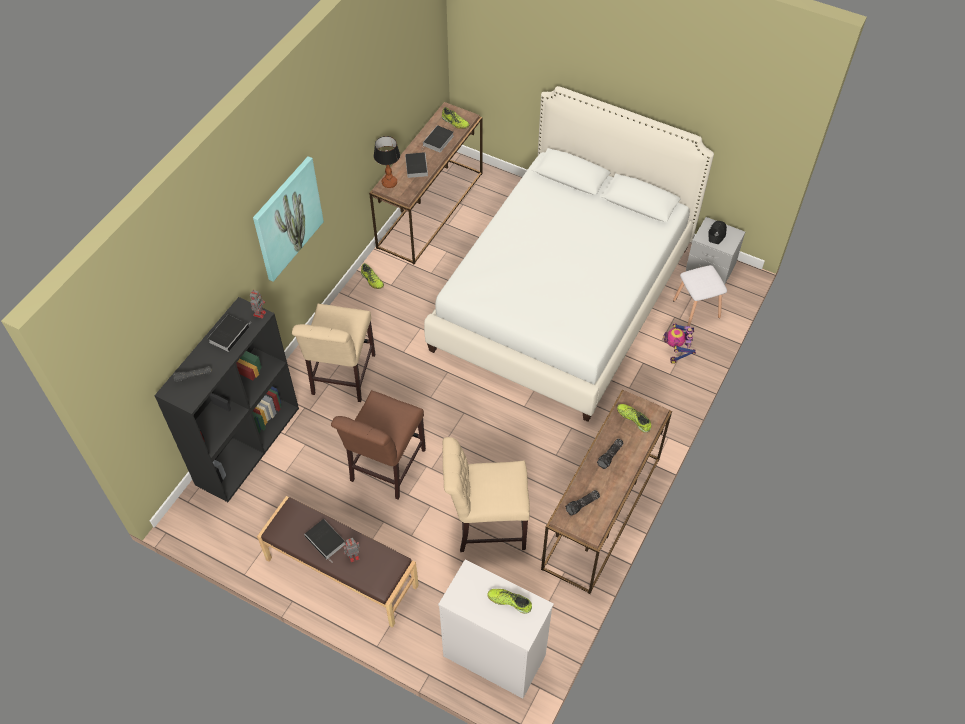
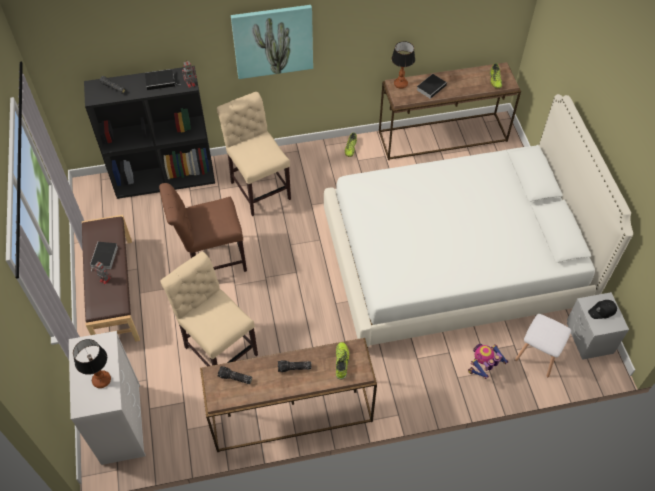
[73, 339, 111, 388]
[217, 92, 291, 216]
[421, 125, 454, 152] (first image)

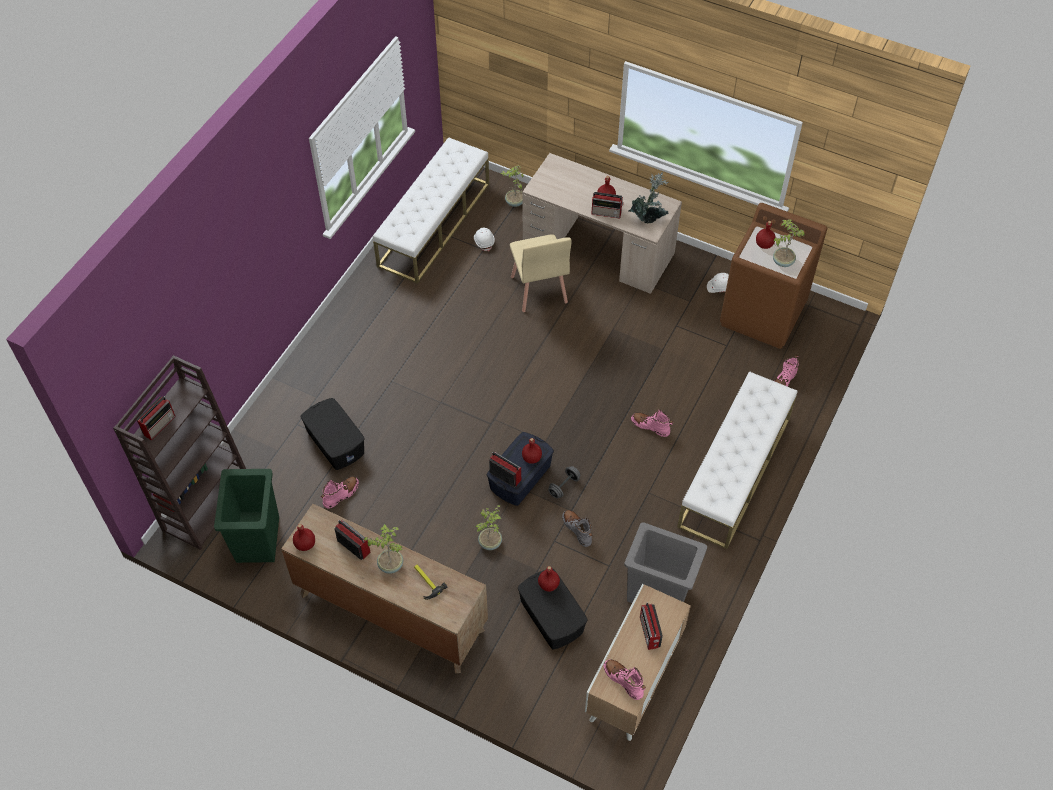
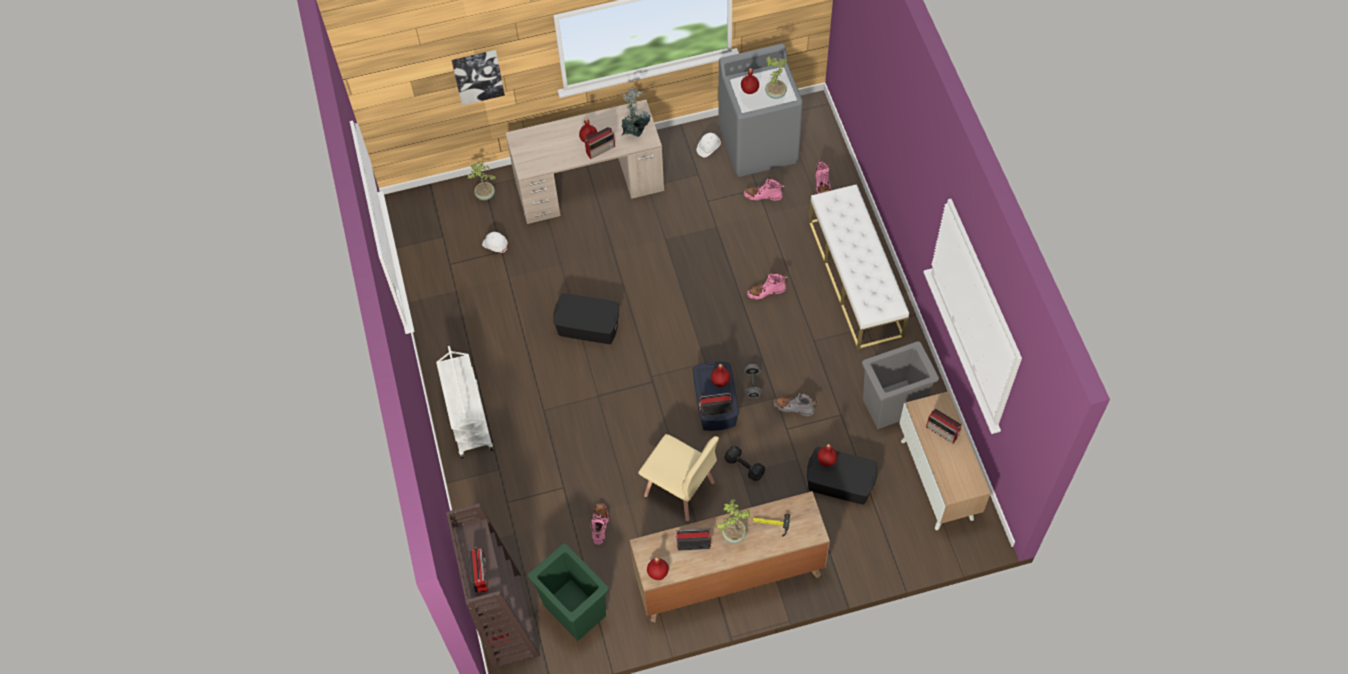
[436, 346, 493, 458]
[451, 50, 505, 105]
[553, 293, 619, 344]
[638, 434, 719, 521]
[718, 44, 803, 177]
[724, 446, 765, 481]
[744, 178, 784, 201]
[373, 137, 489, 284] (first image)

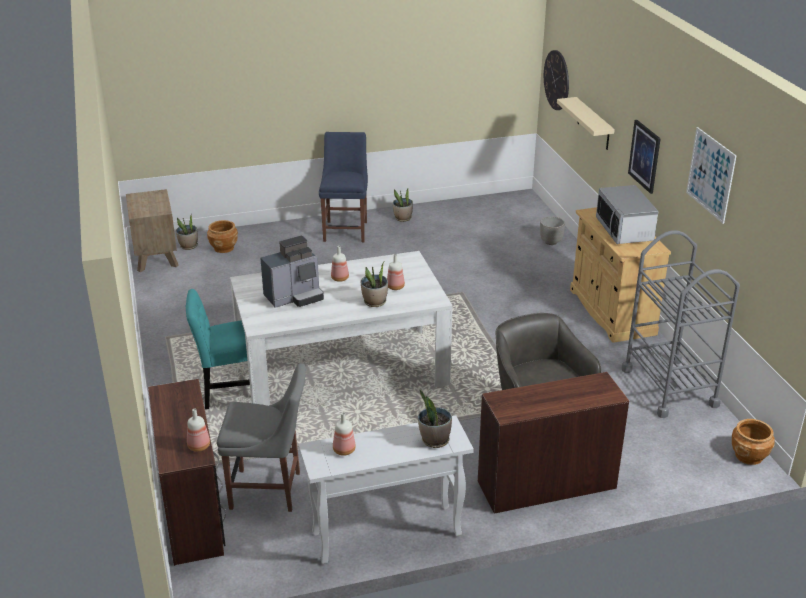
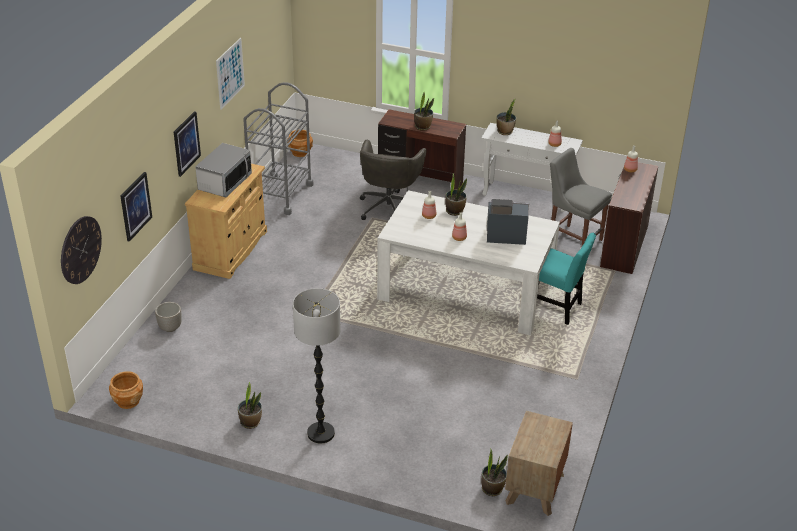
[109, 371, 143, 409]
[120, 172, 152, 242]
[293, 288, 341, 444]
[414, 92, 434, 131]

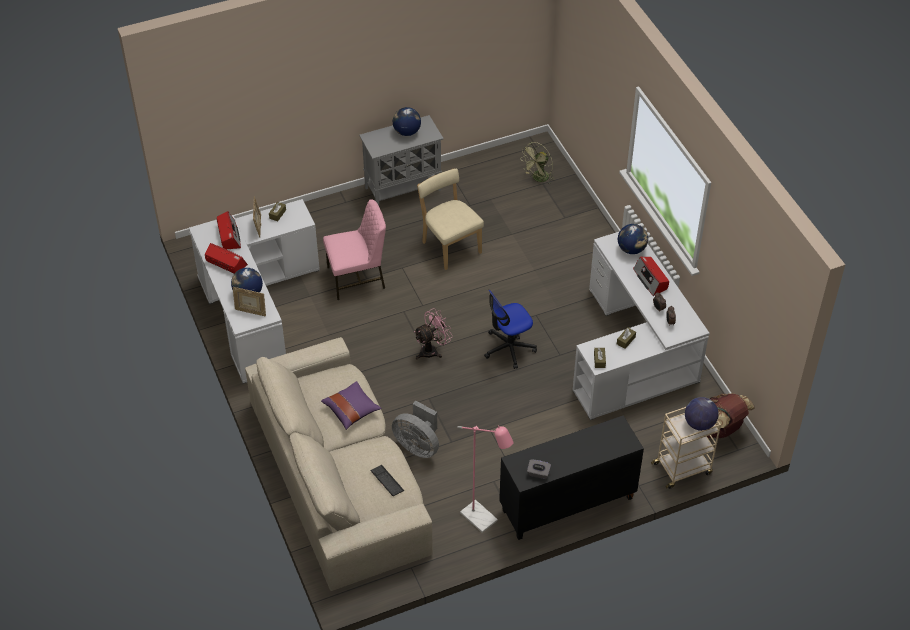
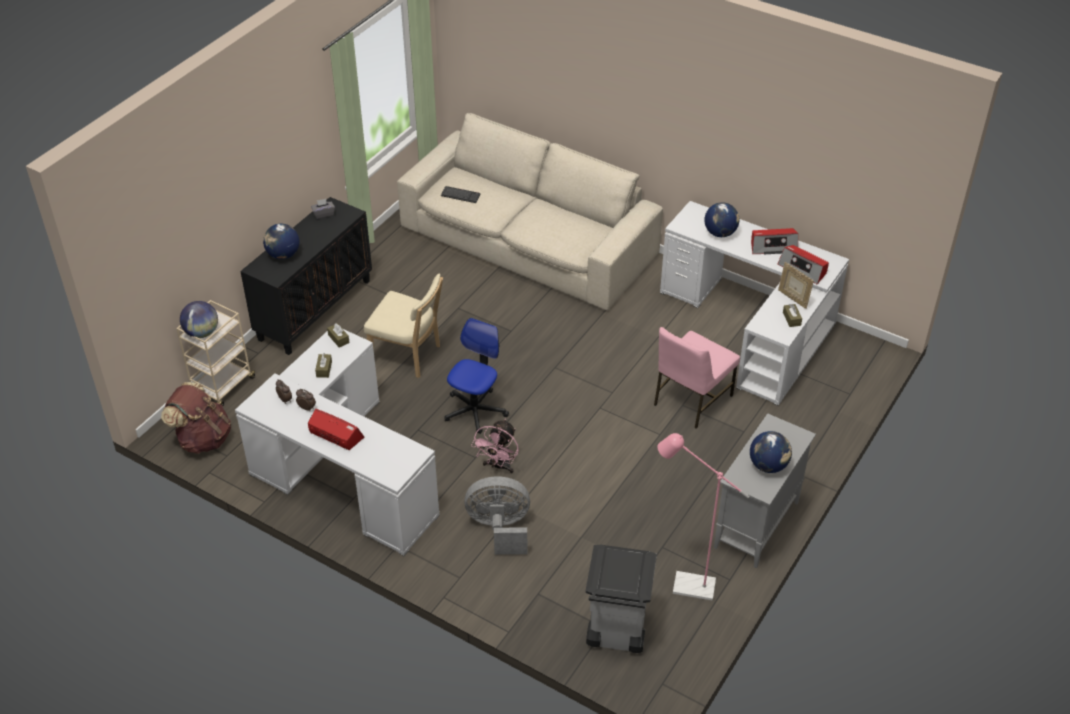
[263, 224, 299, 259]
[364, 274, 443, 378]
[464, 476, 530, 555]
[471, 419, 519, 473]
[585, 545, 657, 653]
[657, 433, 749, 601]
[232, 287, 266, 316] (first image)
[321, 381, 381, 430] (first image)

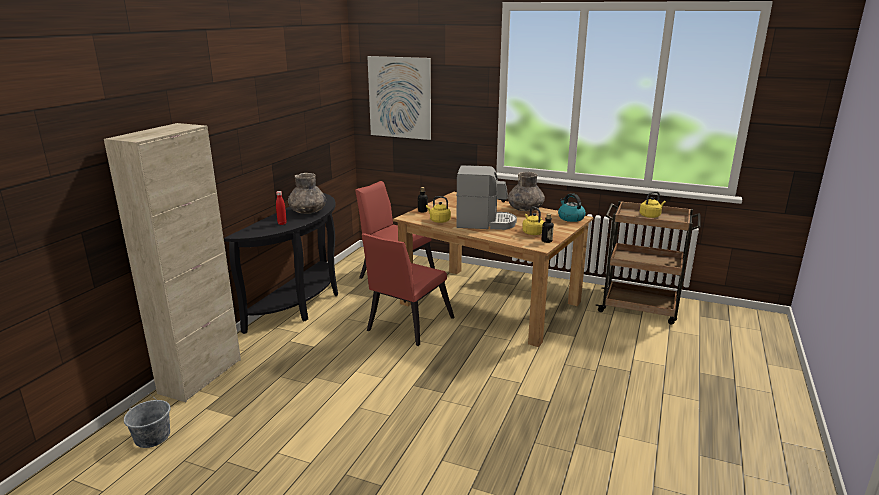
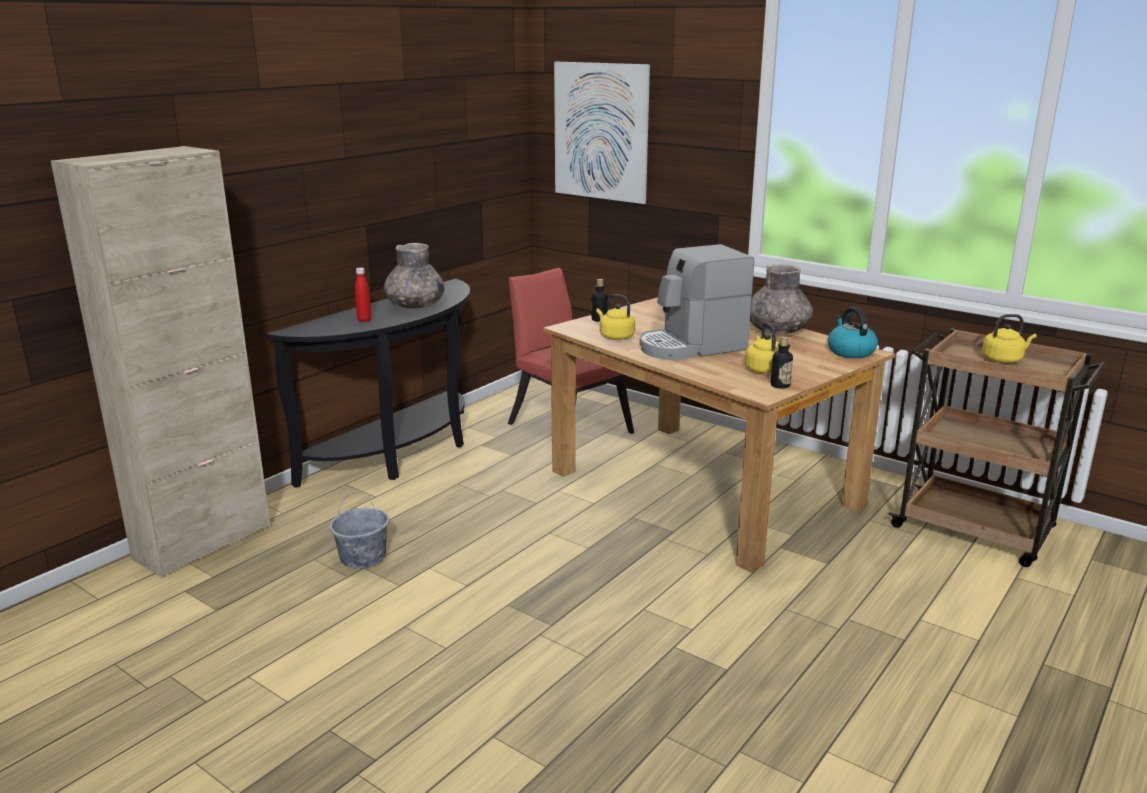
[330, 492, 389, 569]
[640, 244, 754, 360]
[362, 233, 455, 346] (first image)

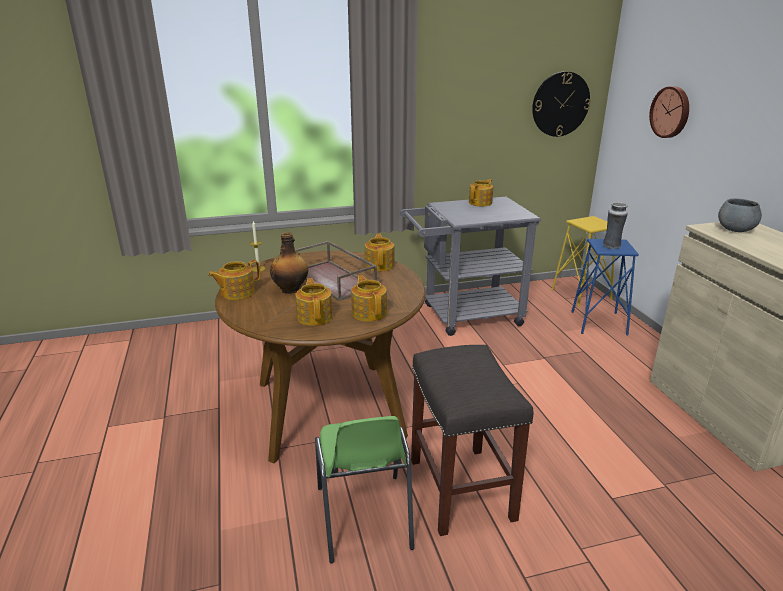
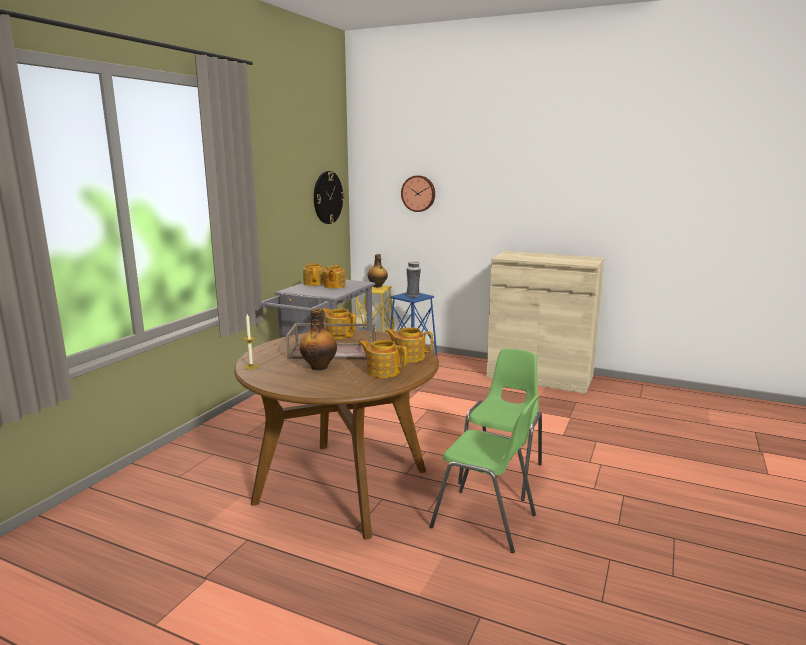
[323, 264, 346, 289]
[367, 254, 388, 287]
[458, 349, 542, 501]
[718, 198, 762, 232] (first image)

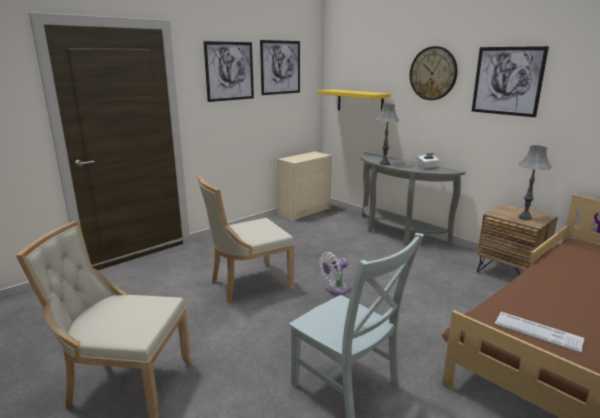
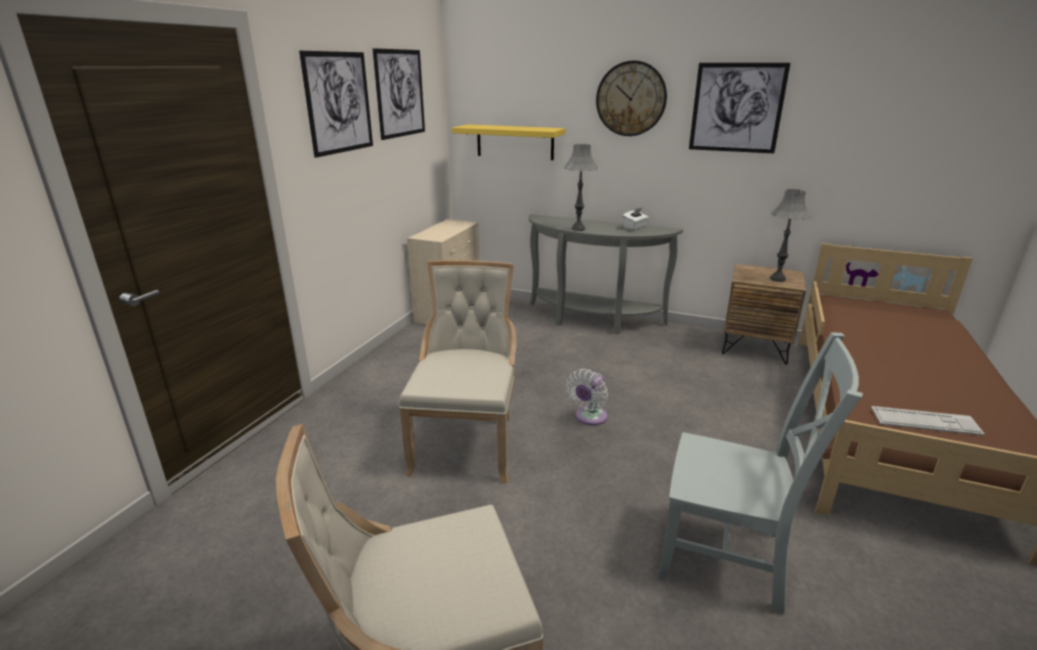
[399, 260, 517, 483]

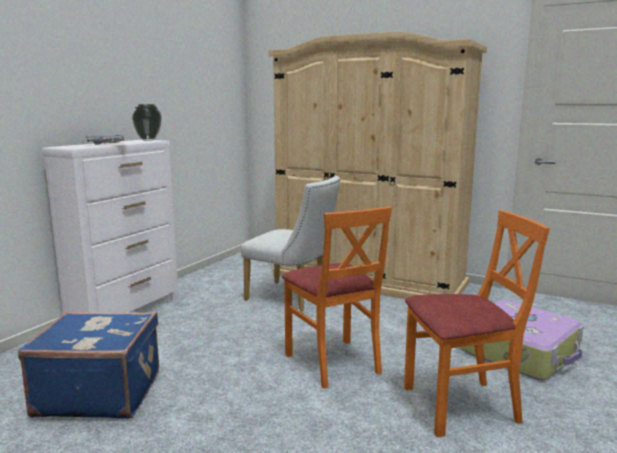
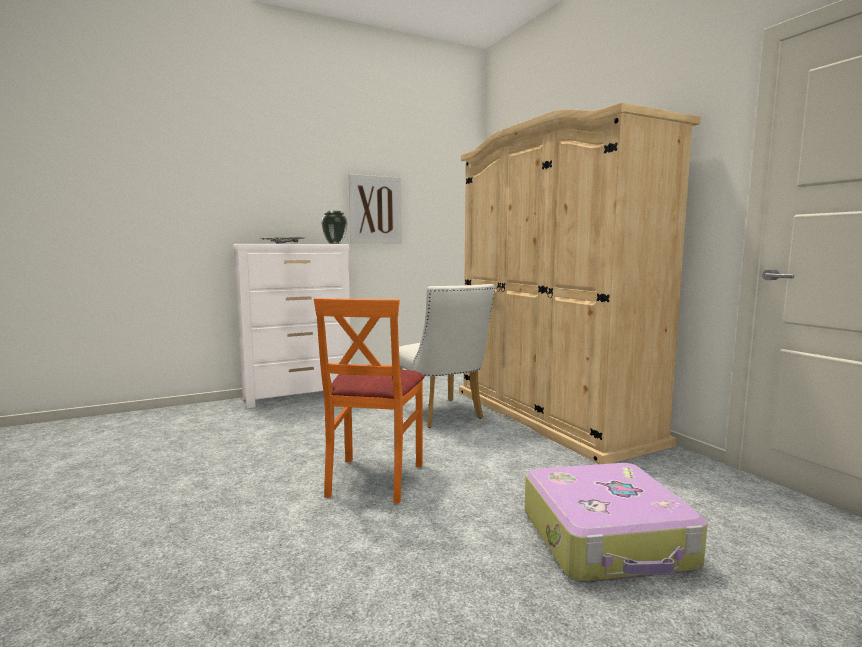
[349, 174, 402, 243]
[18, 312, 159, 419] (first image)
[404, 210, 550, 437] (first image)

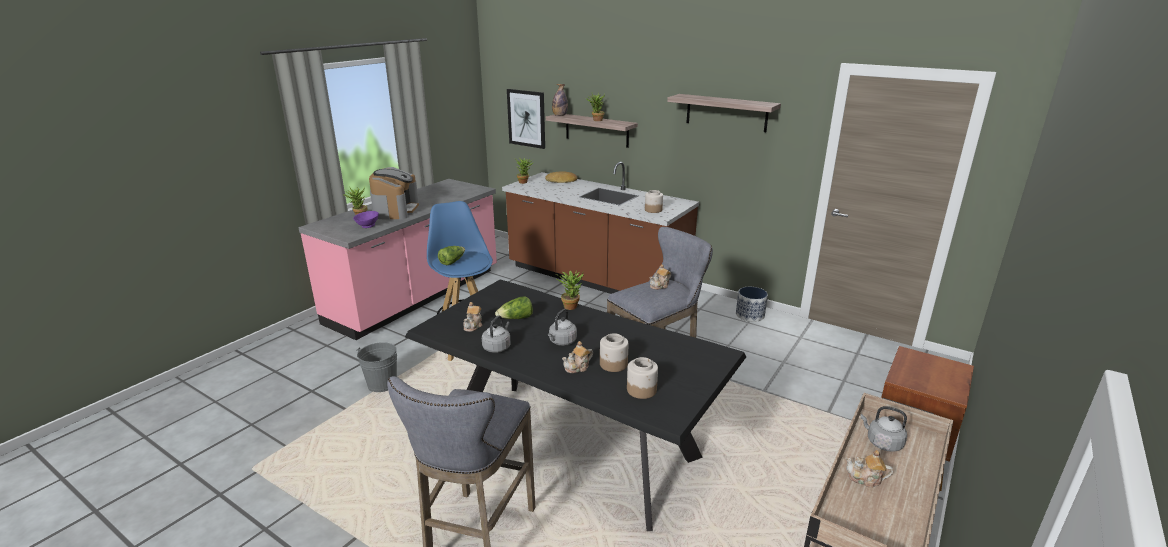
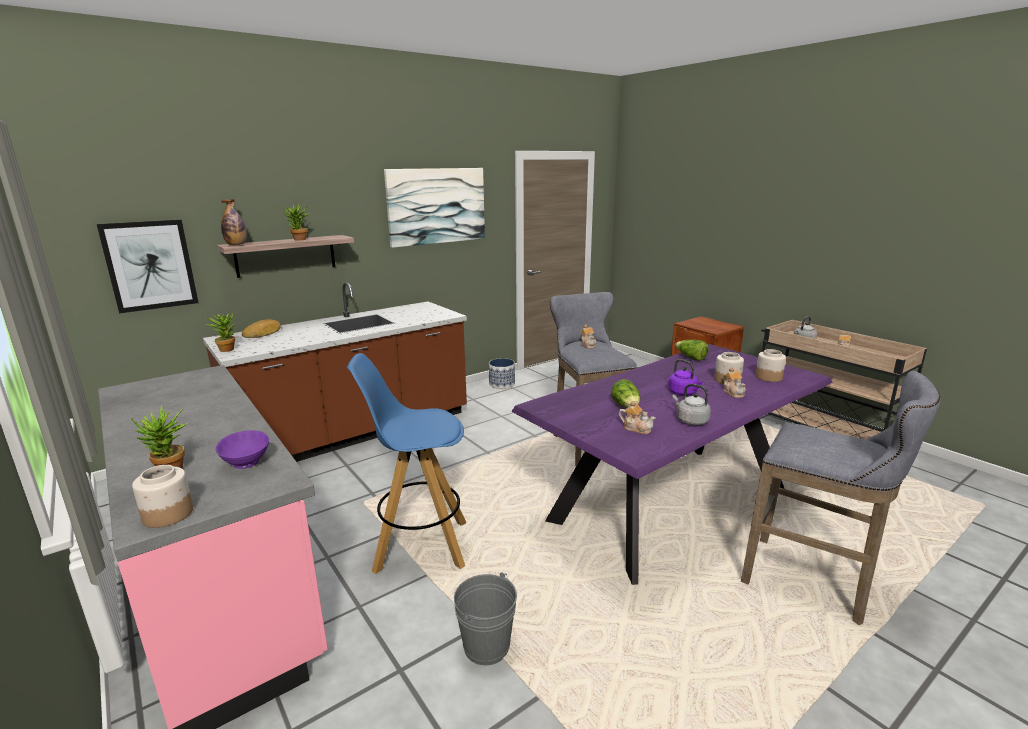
[132, 465, 193, 528]
[384, 168, 485, 248]
[512, 344, 833, 585]
[668, 359, 703, 395]
[675, 340, 709, 361]
[369, 167, 419, 219] (first image)
[556, 270, 584, 310] (first image)

